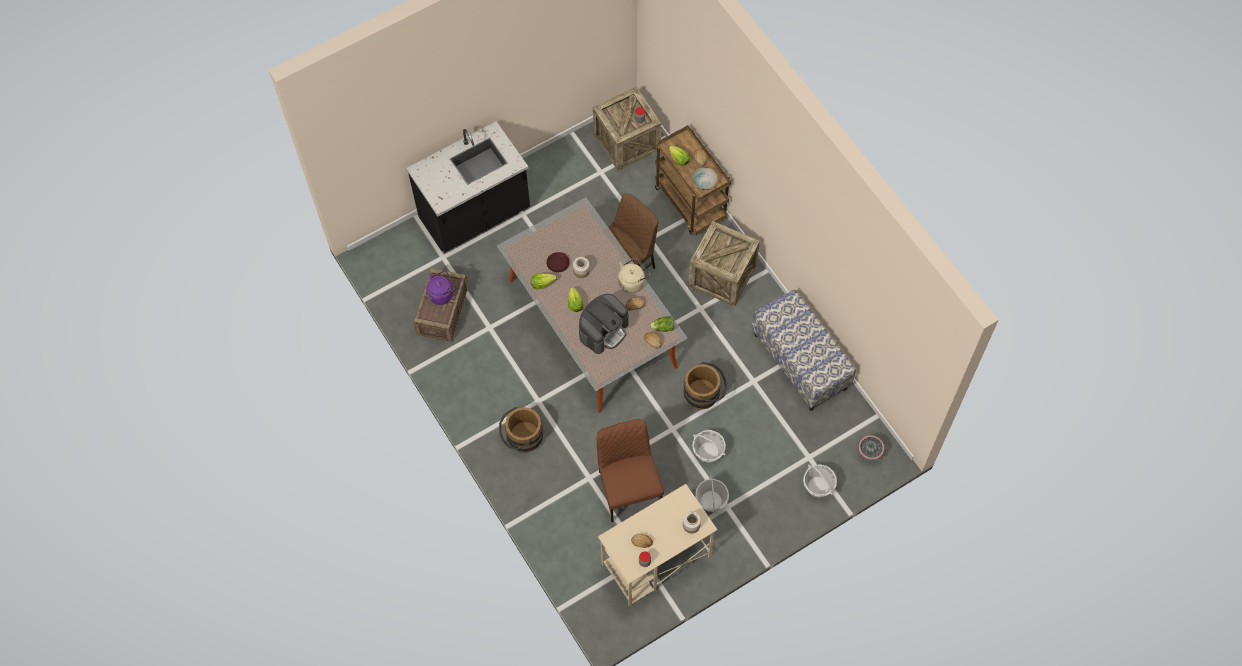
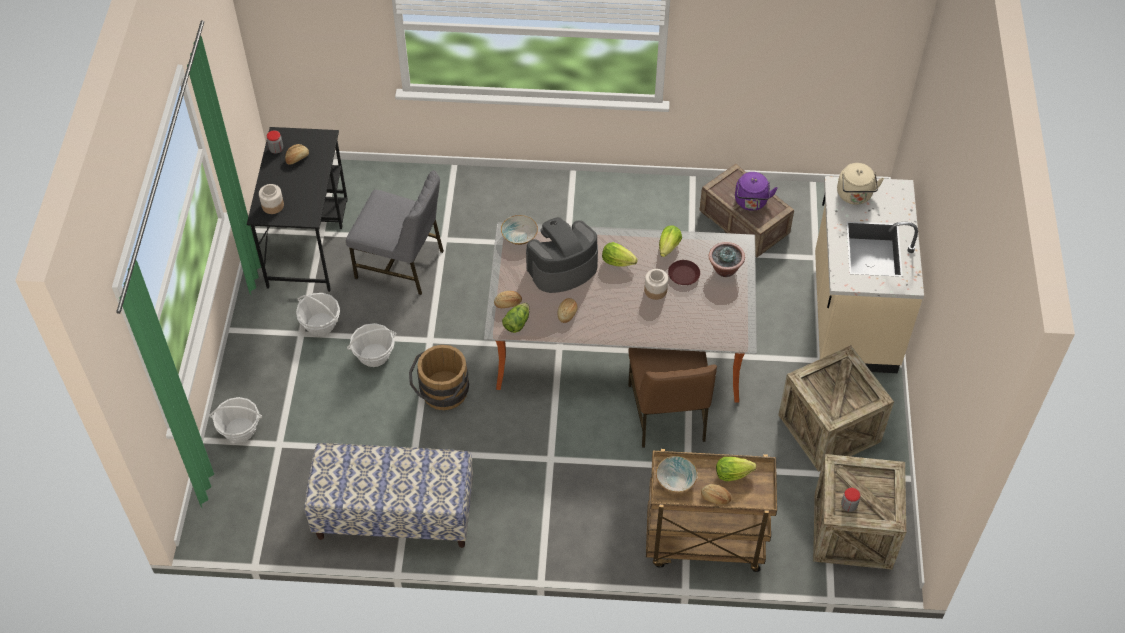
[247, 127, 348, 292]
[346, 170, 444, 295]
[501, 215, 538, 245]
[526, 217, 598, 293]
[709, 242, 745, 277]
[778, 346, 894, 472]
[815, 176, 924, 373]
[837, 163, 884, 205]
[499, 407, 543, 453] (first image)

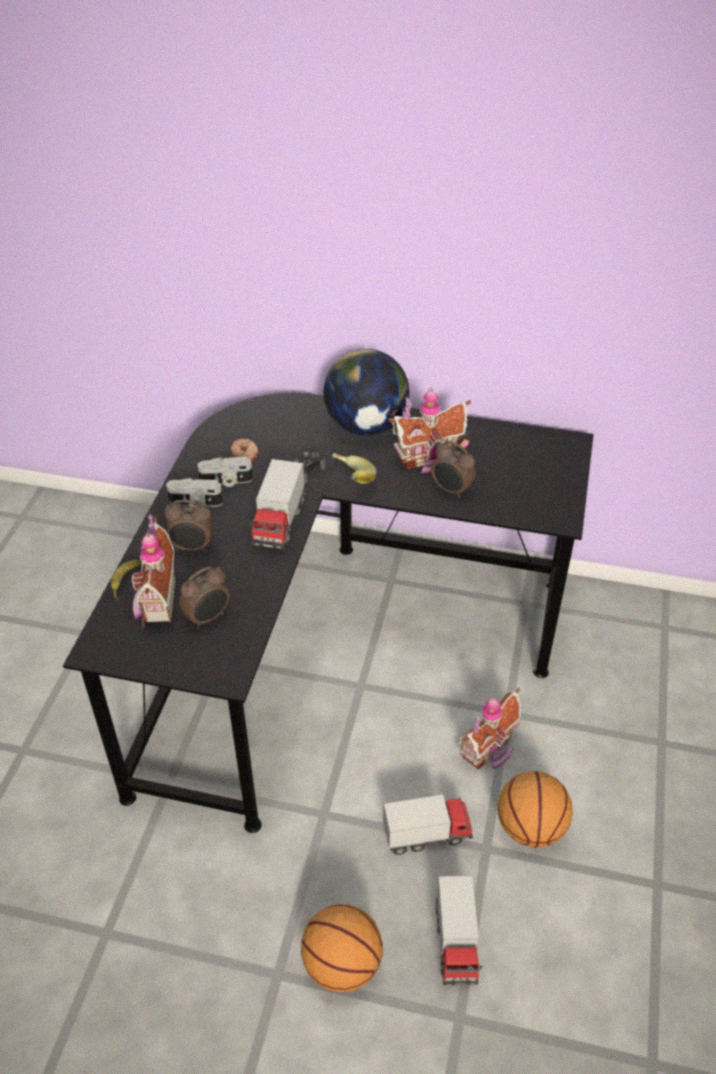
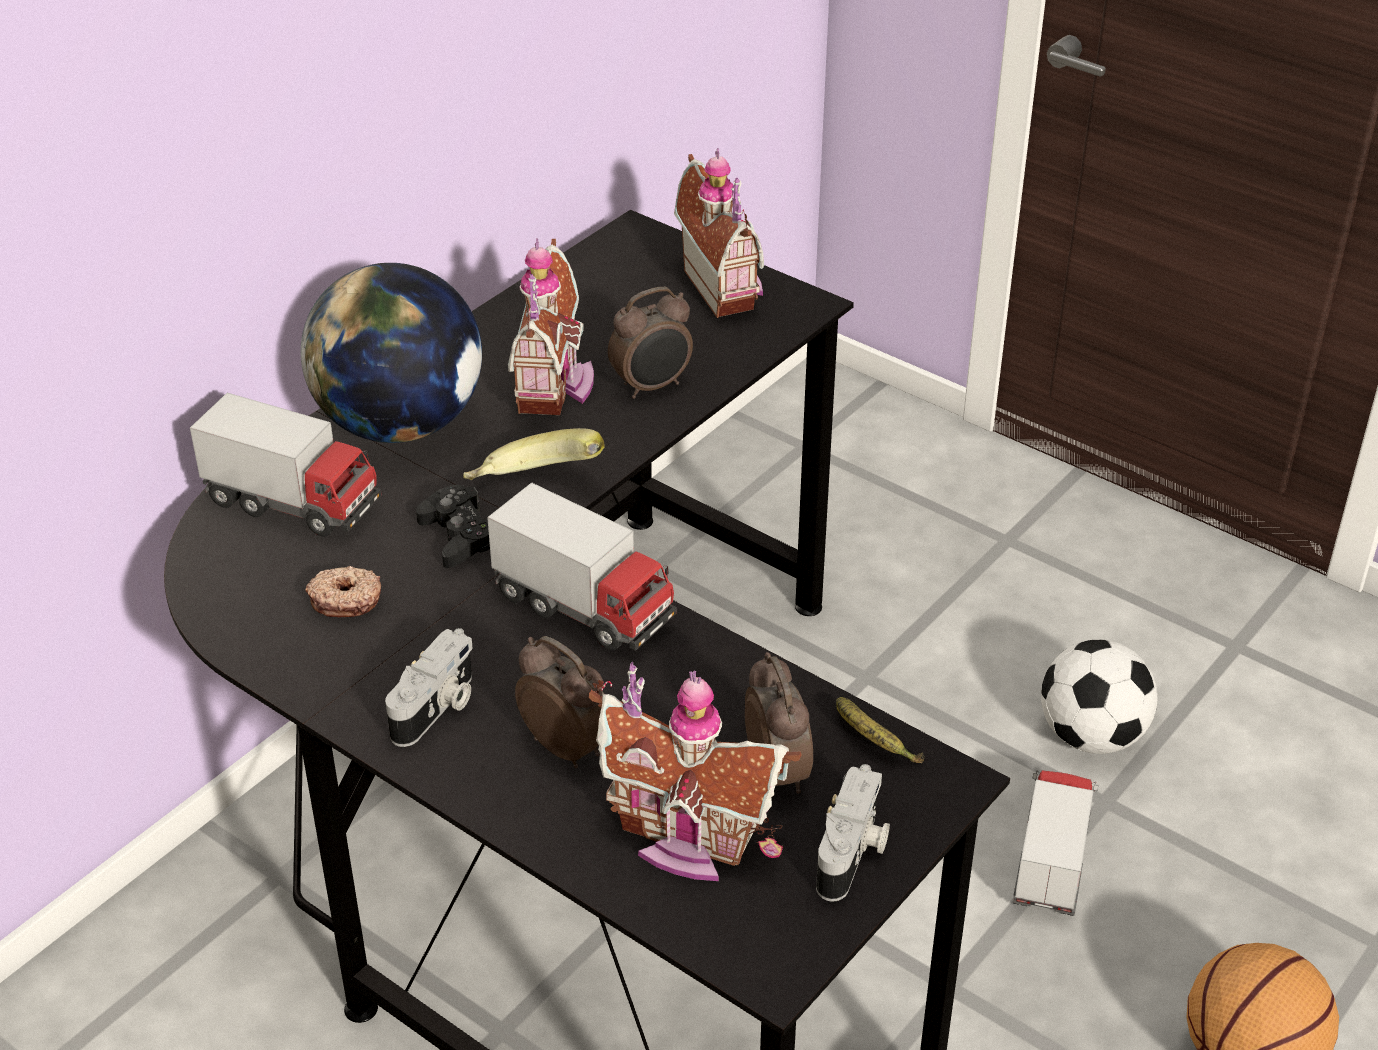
[190, 393, 381, 537]
[515, 636, 604, 768]
[674, 148, 764, 318]
[816, 764, 890, 902]
[836, 697, 924, 763]
[1041, 639, 1158, 754]

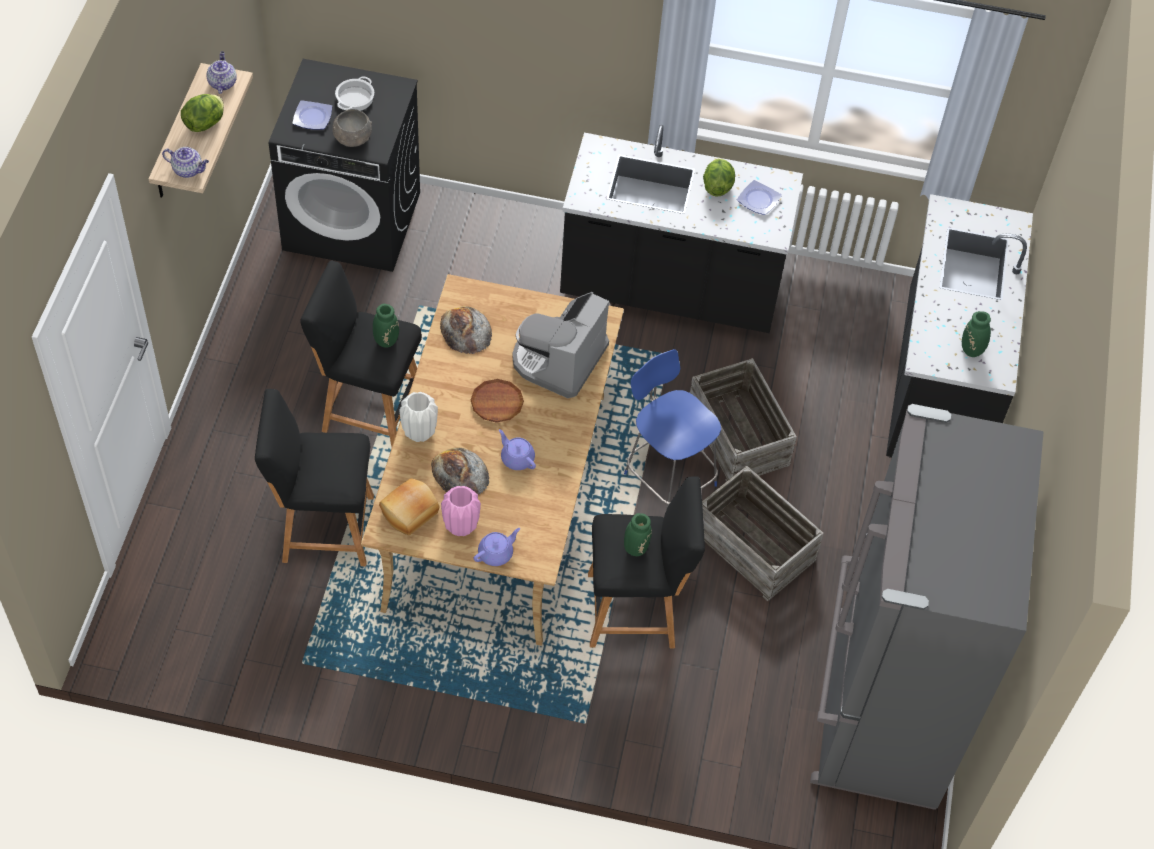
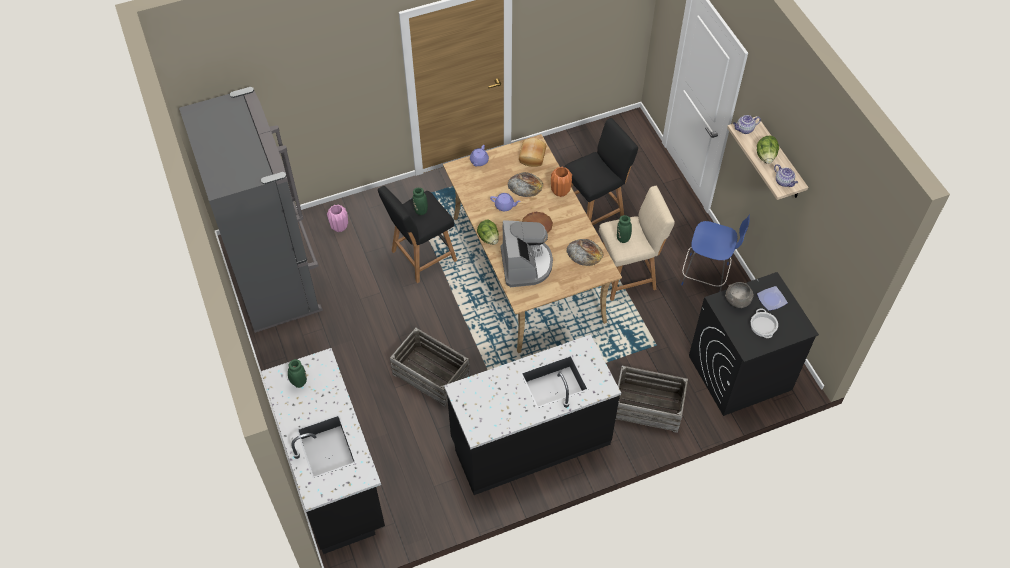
[327, 205, 348, 232]
[477, 220, 499, 245]
[551, 167, 572, 197]
[599, 186, 675, 301]
[616, 366, 688, 433]
[681, 214, 750, 292]
[737, 180, 782, 215] (first image)

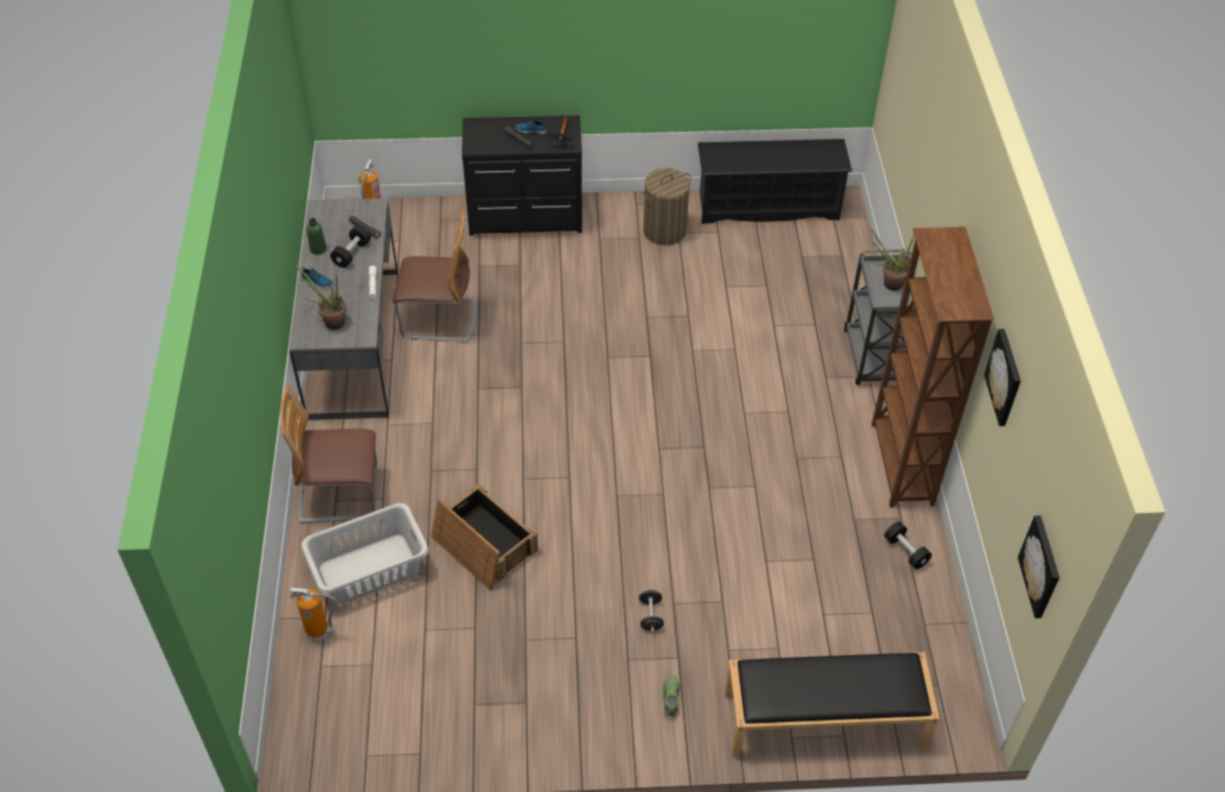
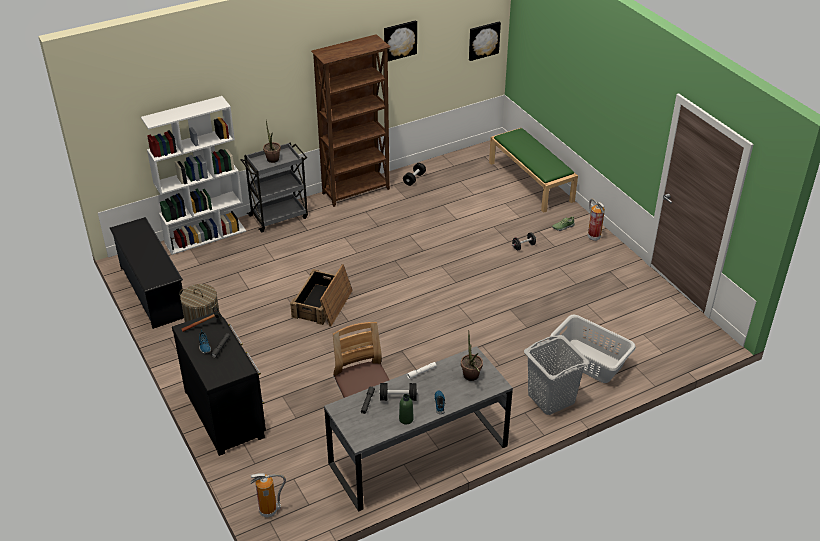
[141, 96, 246, 255]
[290, 264, 353, 326]
[489, 128, 578, 213]
[524, 335, 589, 415]
[588, 199, 605, 241]

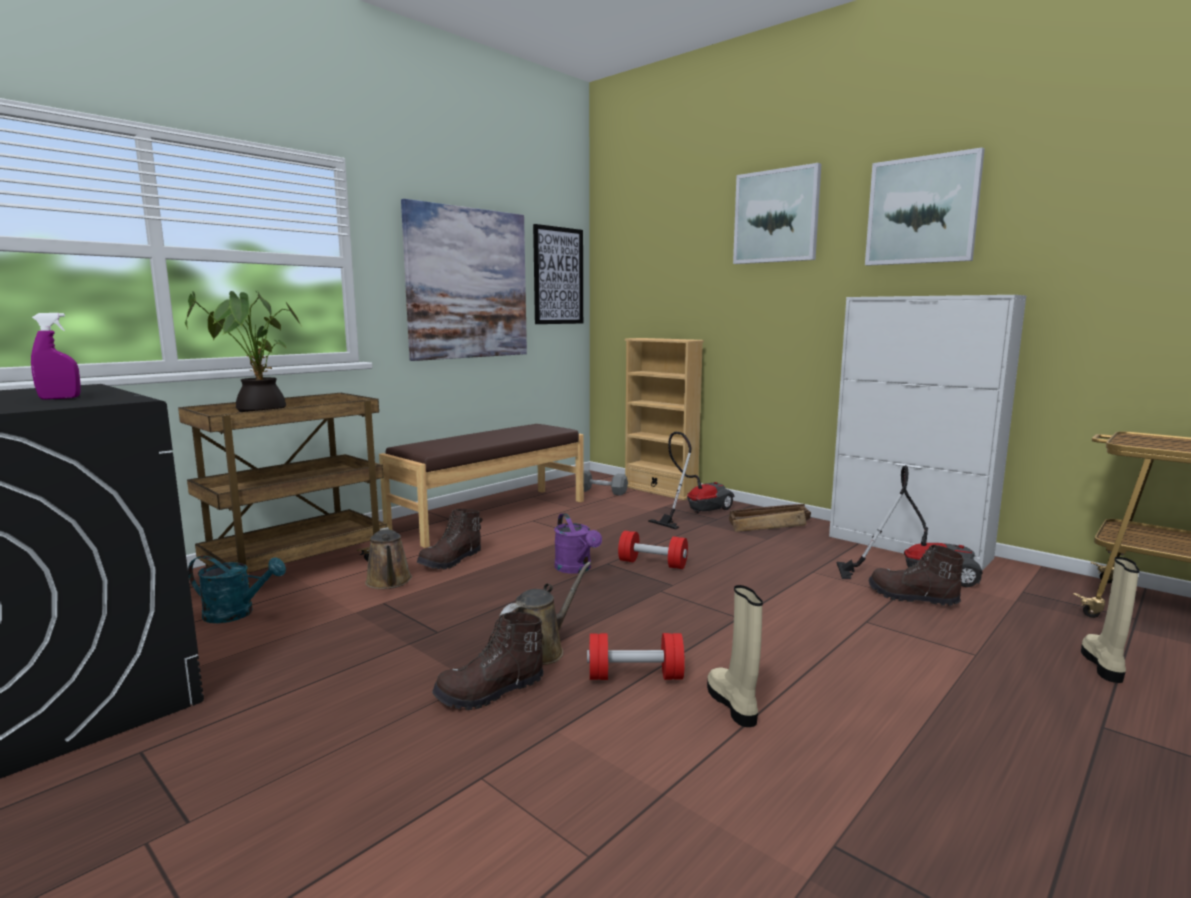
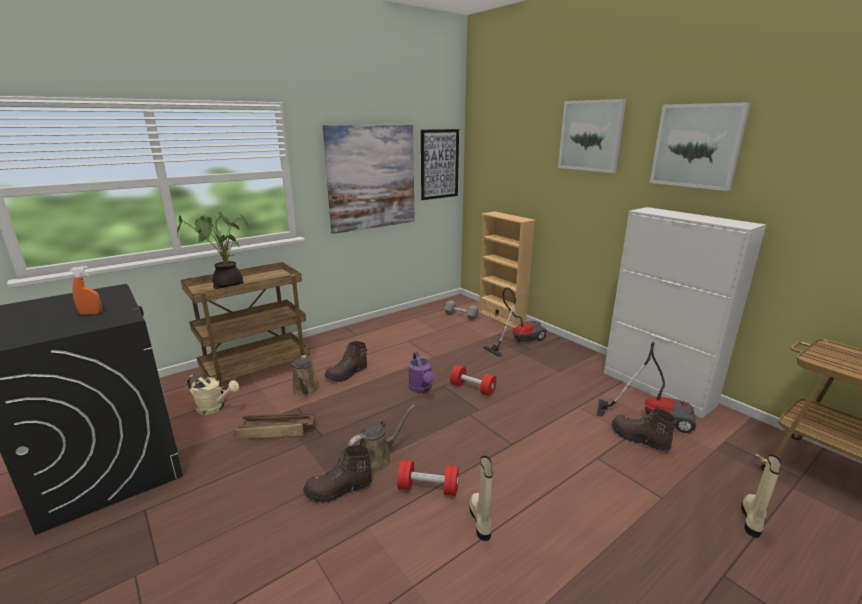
[70, 266, 102, 315]
[187, 375, 239, 415]
[233, 413, 316, 439]
[379, 424, 584, 548] (first image)

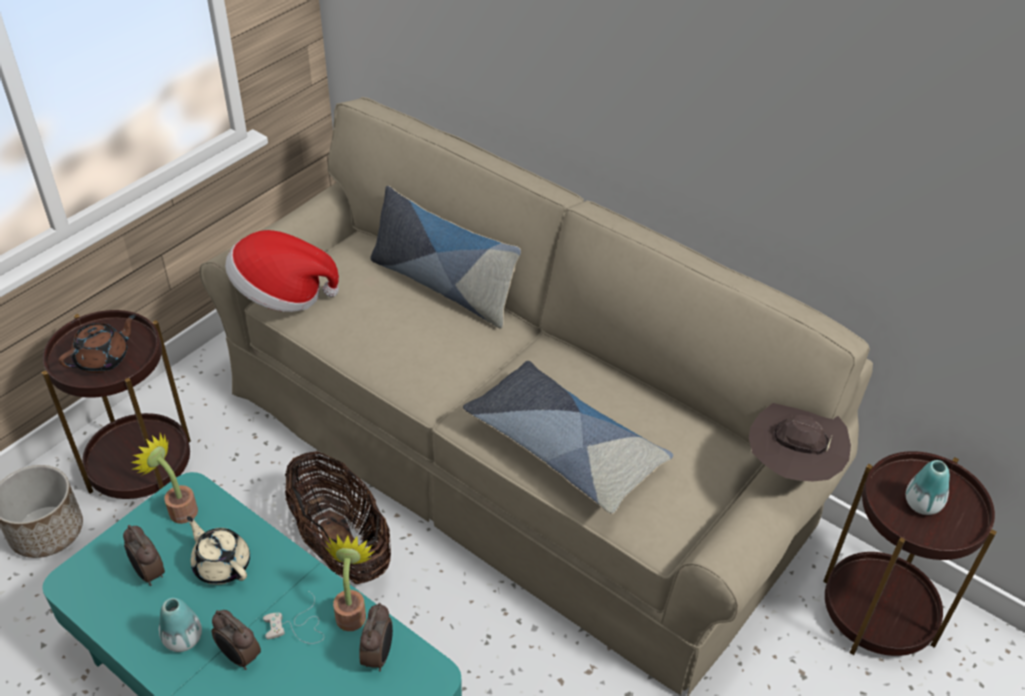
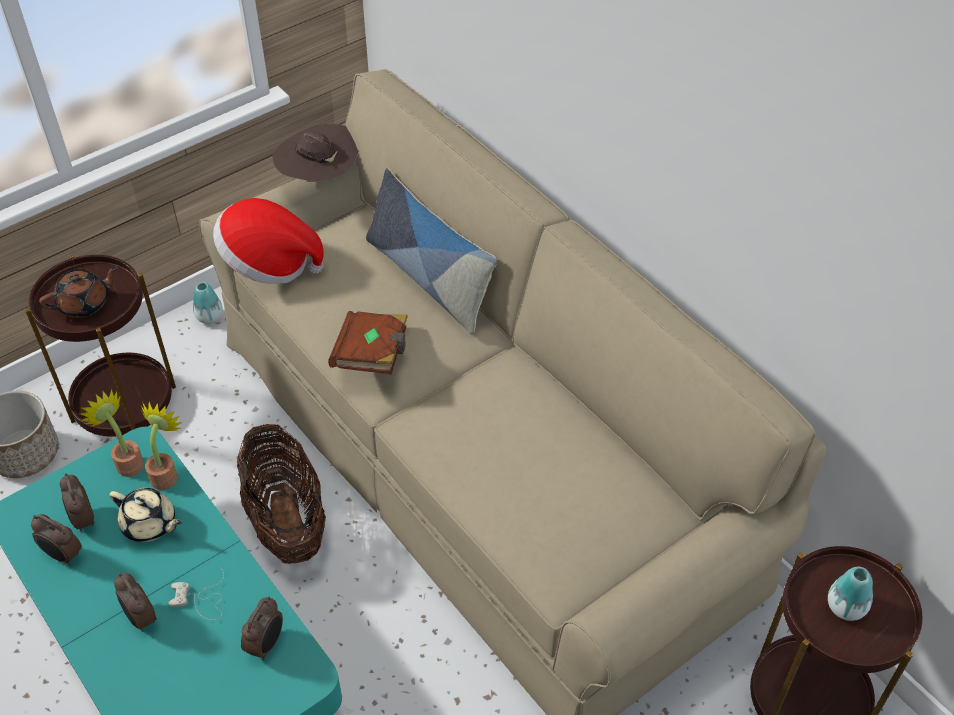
[31, 514, 82, 566]
[109, 488, 182, 542]
[141, 402, 183, 490]
[193, 282, 223, 324]
[272, 124, 359, 182]
[328, 311, 407, 374]
[463, 361, 673, 514] (first image)

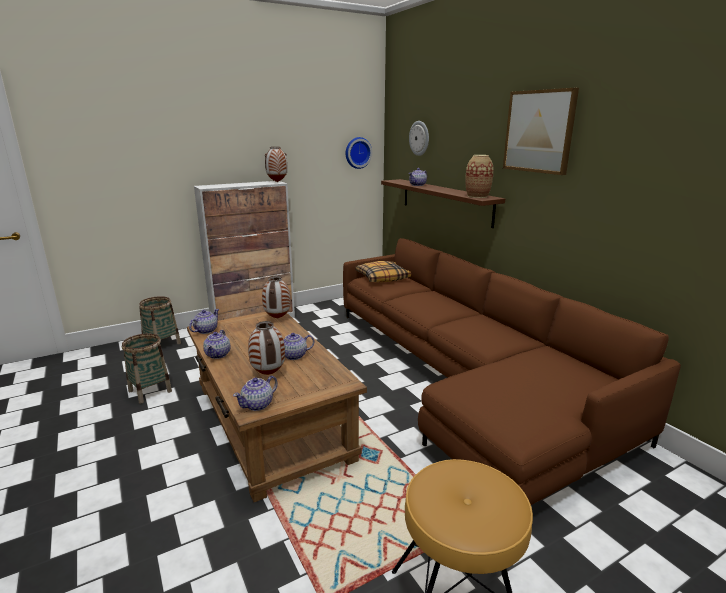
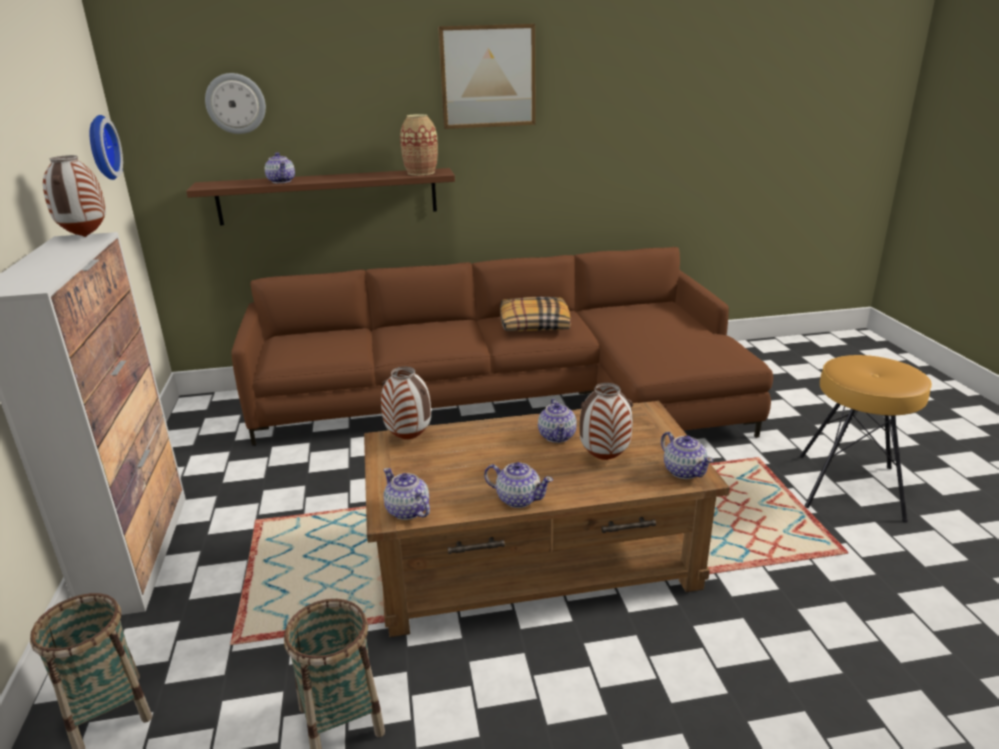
[500, 297, 571, 331]

